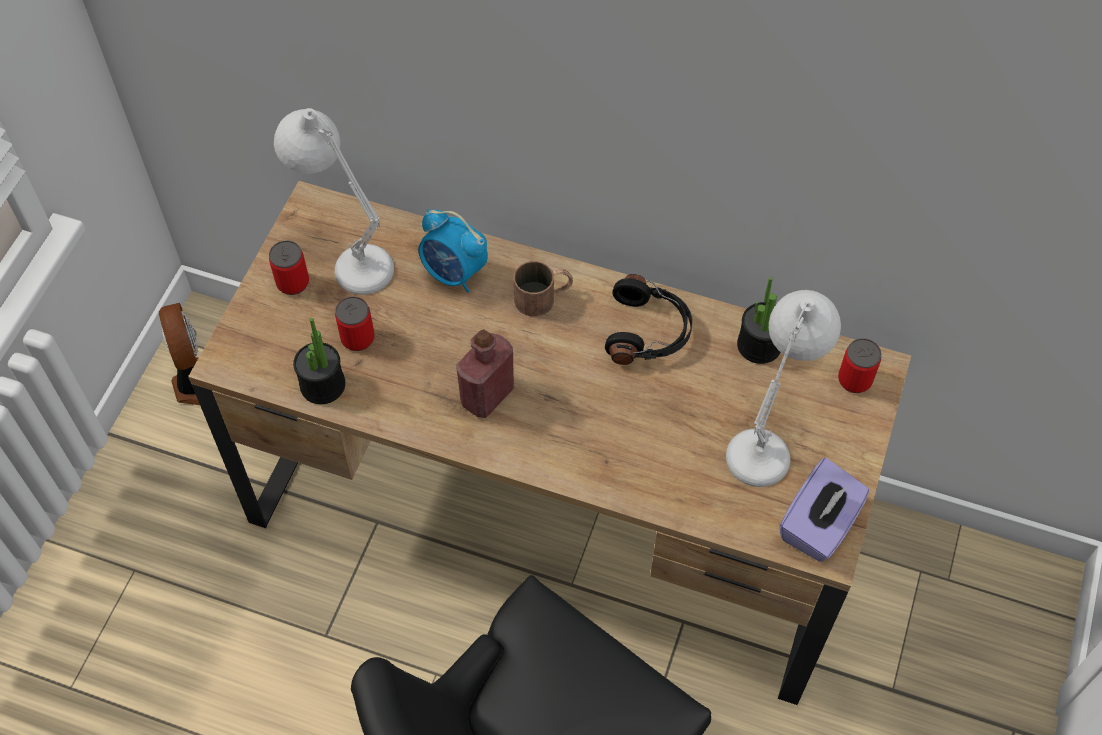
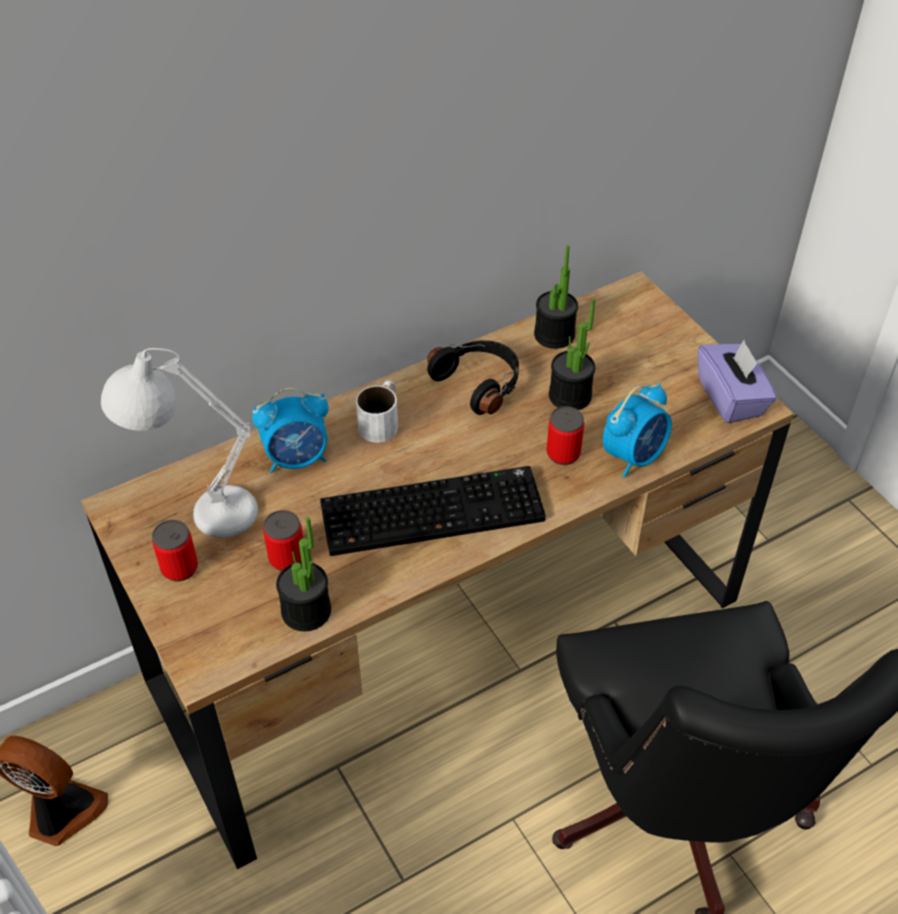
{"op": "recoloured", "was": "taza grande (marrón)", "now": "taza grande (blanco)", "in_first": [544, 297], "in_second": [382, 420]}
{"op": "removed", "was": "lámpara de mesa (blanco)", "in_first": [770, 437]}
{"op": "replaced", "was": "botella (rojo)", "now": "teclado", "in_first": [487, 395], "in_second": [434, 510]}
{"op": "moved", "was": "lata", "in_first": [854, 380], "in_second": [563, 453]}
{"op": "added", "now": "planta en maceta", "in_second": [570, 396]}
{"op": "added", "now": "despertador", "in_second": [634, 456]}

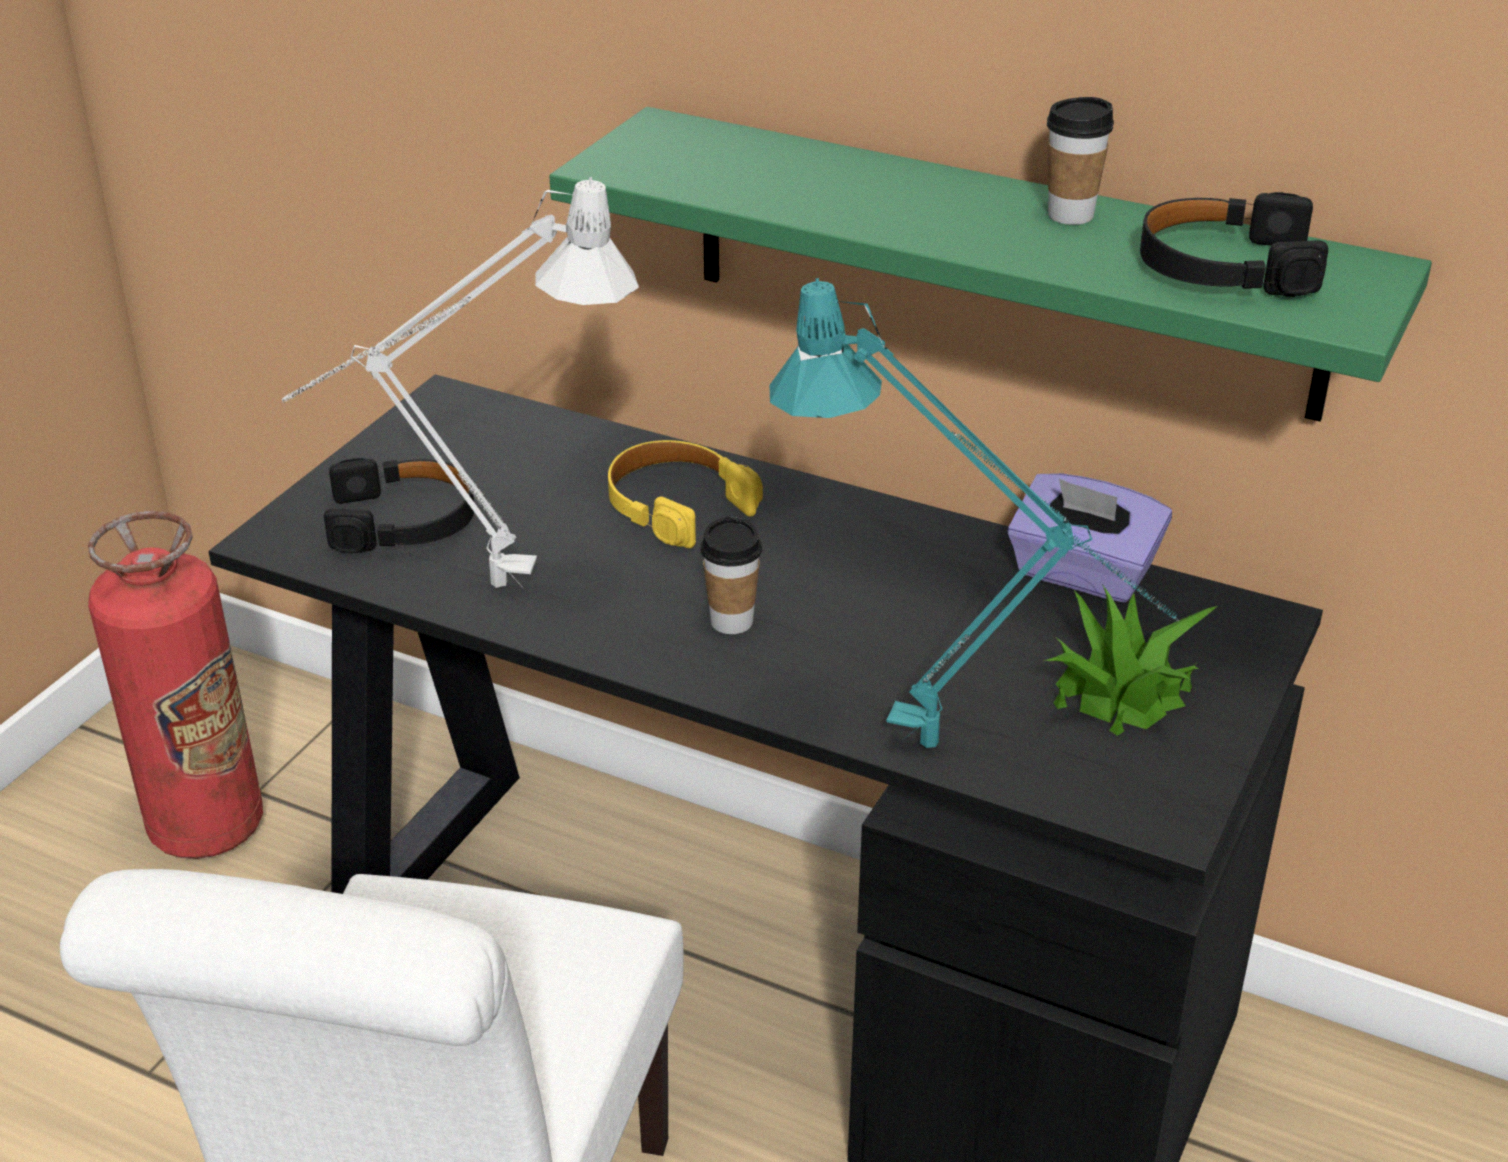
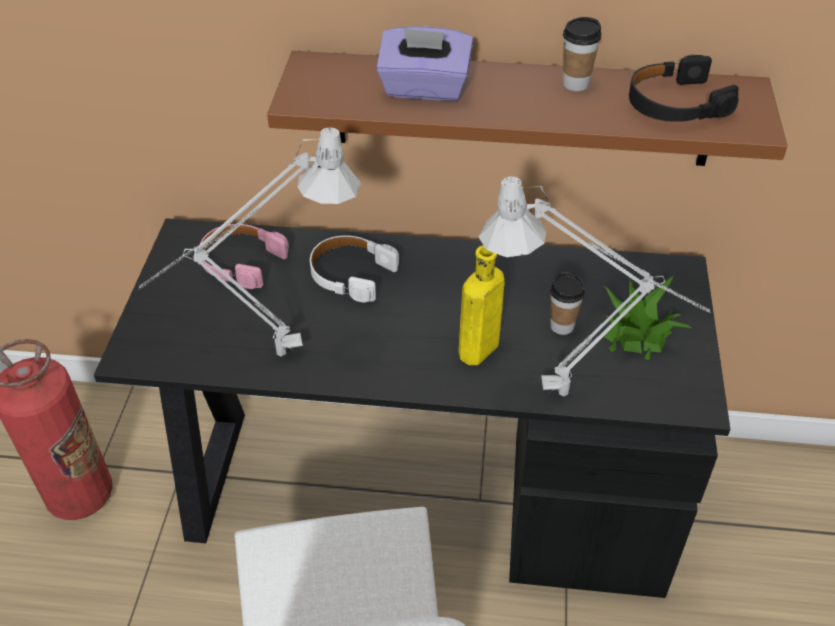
{"op": "recoloured", "was": "estante (verde)", "now": "estante (marrón)", "in_first": [1002, 262], "in_second": [521, 109]}
{"op": "recoloured", "was": "lámpara de mesa (turquesa)", "now": "lámpara de mesa (gris)", "in_first": [954, 754], "in_second": [577, 395]}
{"op": "recoloured", "was": "auriculares (amarillo)", "now": "auriculares (blanco)", "in_first": [676, 505], "in_second": [351, 274]}
{"op": "removed", "was": "auriculares (negro)", "in_first": [403, 521]}
{"op": "moved", "was": "caja de pañuelos (morado)", "in_first": [1082, 574], "in_second": [424, 89]}
{"op": "moved", "was": "taza", "in_first": [731, 621], "in_second": [562, 326]}
{"op": "added", "now": "auriculares (rosa)", "in_second": [241, 262]}
{"op": "added", "now": "botella (amarillo)", "in_second": [476, 351]}

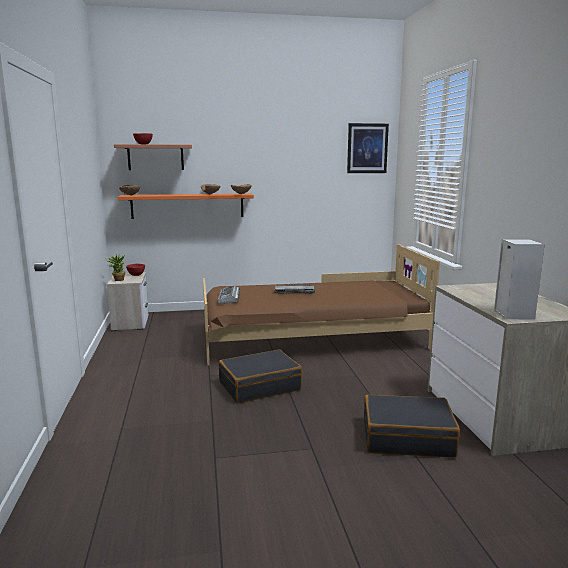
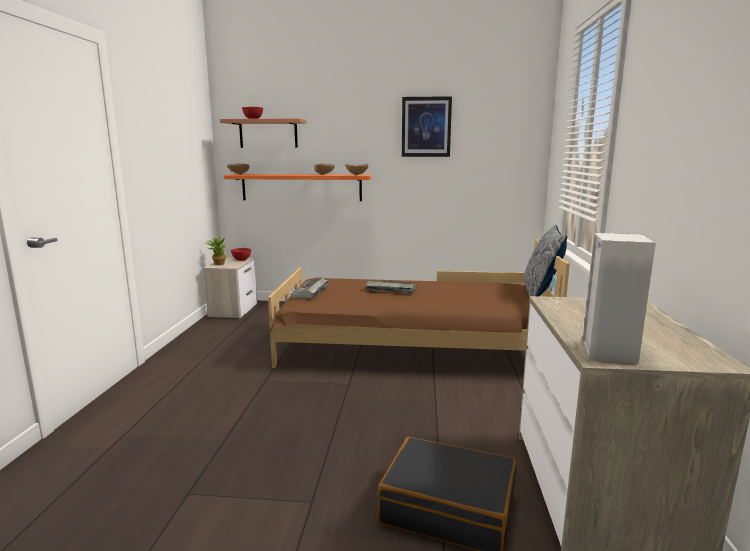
{"op": "moved", "was": "cuadro", "in_first": [367, 148], "in_second": [426, 127]}
{"op": "removed", "was": "maleta (negro)", "in_first": [259, 386]}
{"op": "added", "now": "cojín", "in_second": [541, 294]}

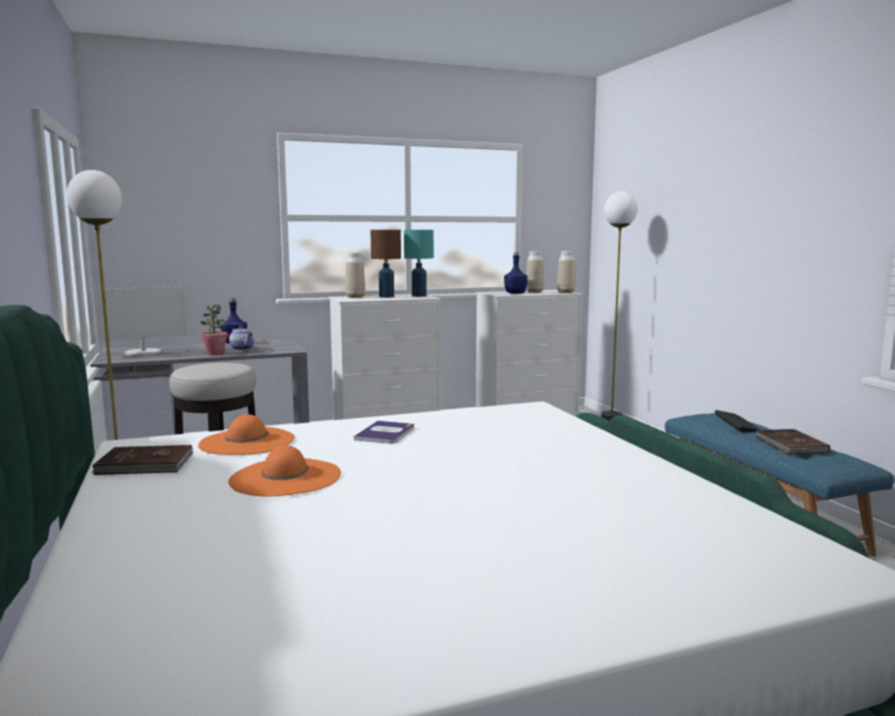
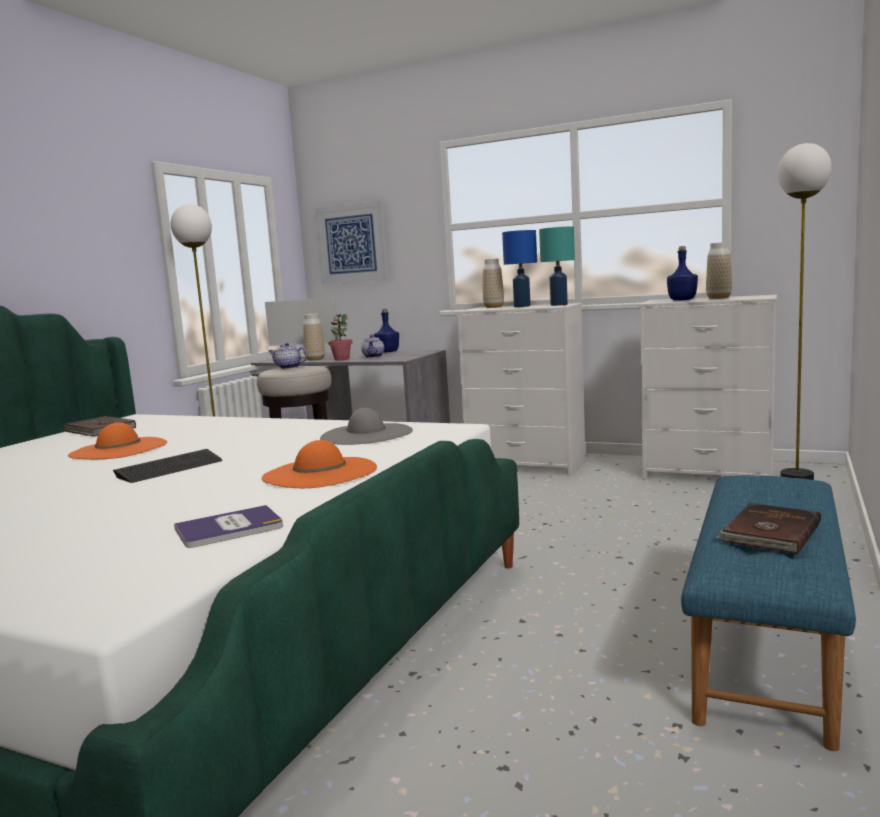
{"op": "recoloured", "was": "lámpara de mesa (marrón)", "now": "lámpara de mesa (azul)", "in_first": [386, 297], "in_second": [521, 306]}
{"op": "moved", "was": "florero", "in_first": [565, 292], "in_second": [315, 359]}
{"op": "moved", "was": "teclado", "in_first": [738, 423], "in_second": [170, 468]}
{"op": "moved", "was": "sombrero (naranja)", "in_first": [247, 442], "in_second": [320, 473]}
{"op": "moved", "was": "libro", "in_first": [385, 433], "in_second": [229, 528]}
{"op": "added", "now": "cuadro", "in_second": [351, 244]}
{"op": "added", "now": "tetera", "in_second": [288, 367]}
{"op": "added", "now": "sombrero (gris)", "in_second": [366, 434]}

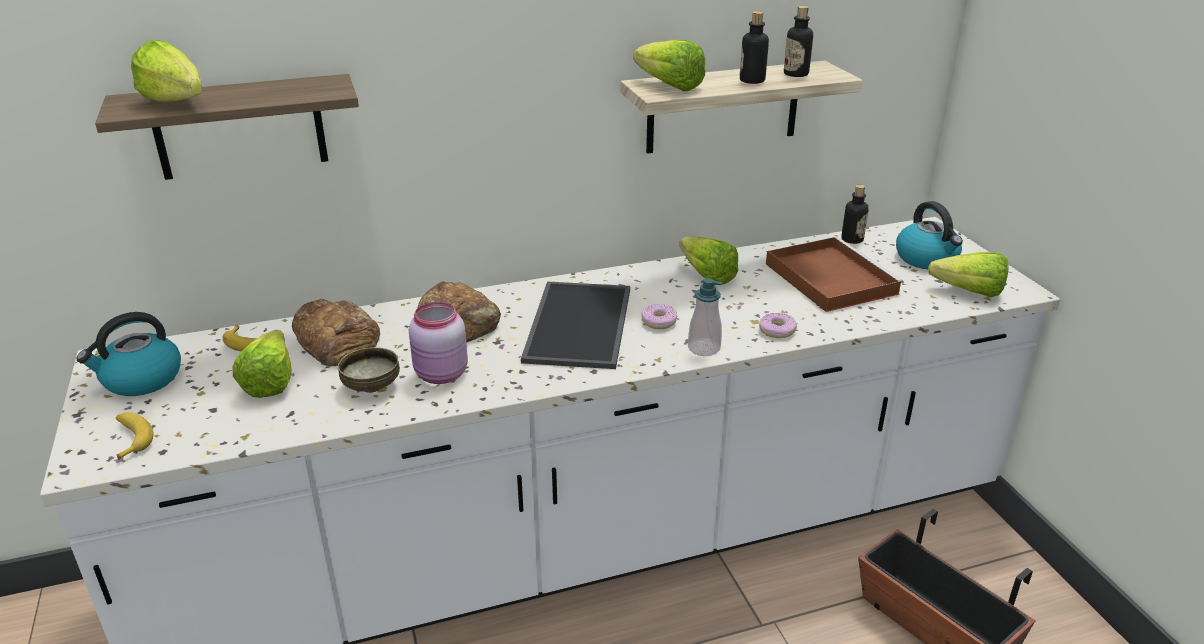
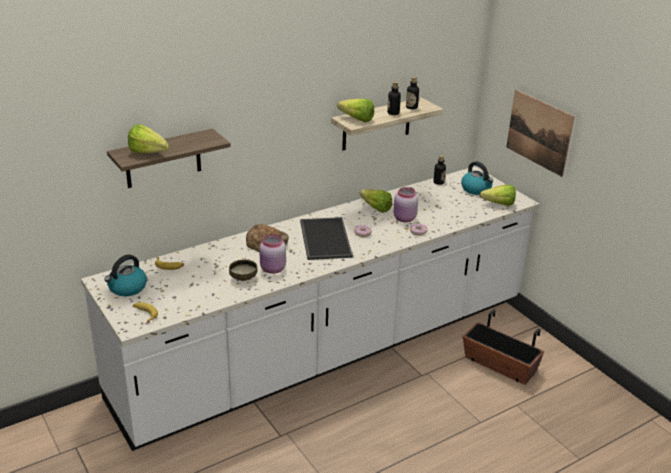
{"op": "removed", "was": "bandeja (marrón)", "in_first": [828, 277]}
{"op": "removed", "was": "dispensador de jabón", "in_first": [704, 348]}
{"op": "removed", "was": "pan", "in_first": [336, 341]}
{"op": "removed", "was": "lechuga", "in_first": [274, 378]}
{"op": "added", "now": "cuadro", "in_second": [539, 132]}
{"op": "added", "now": "tarro (rosa)", "in_second": [404, 219]}

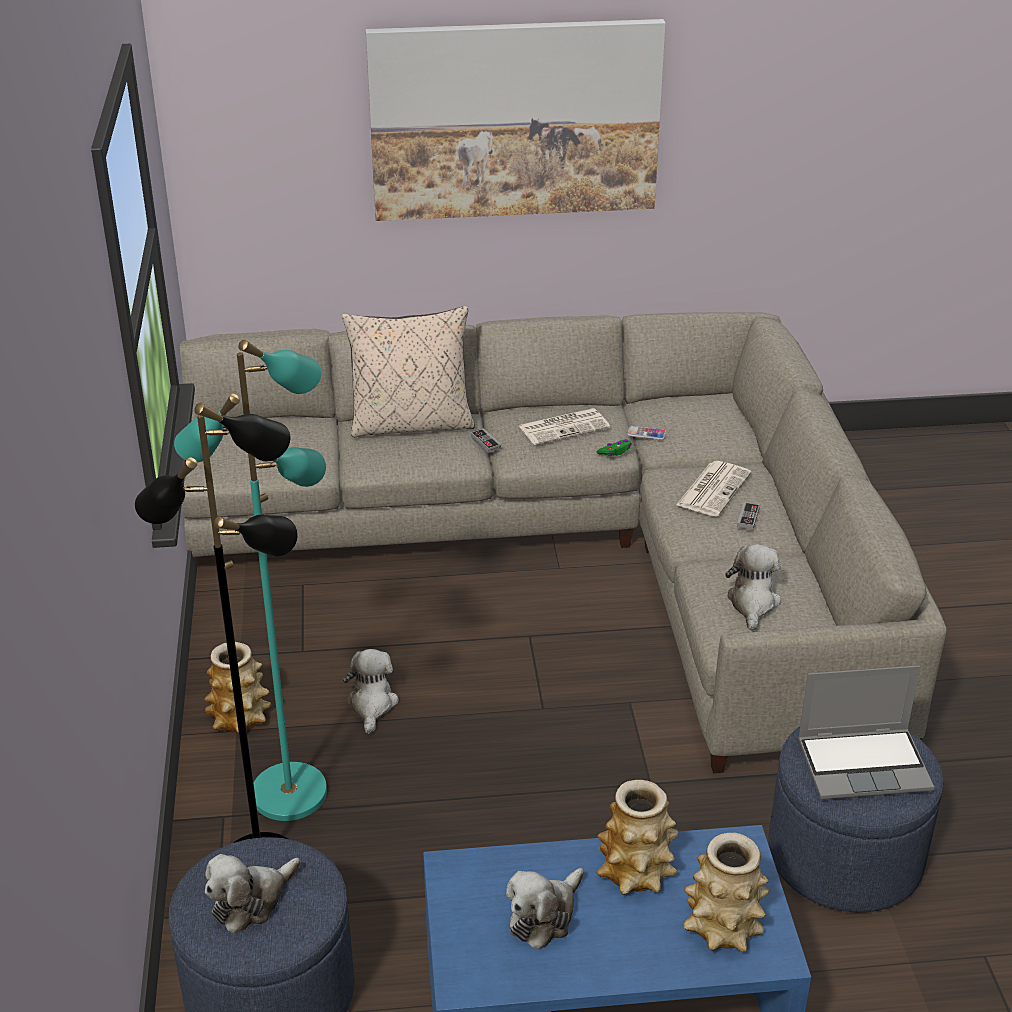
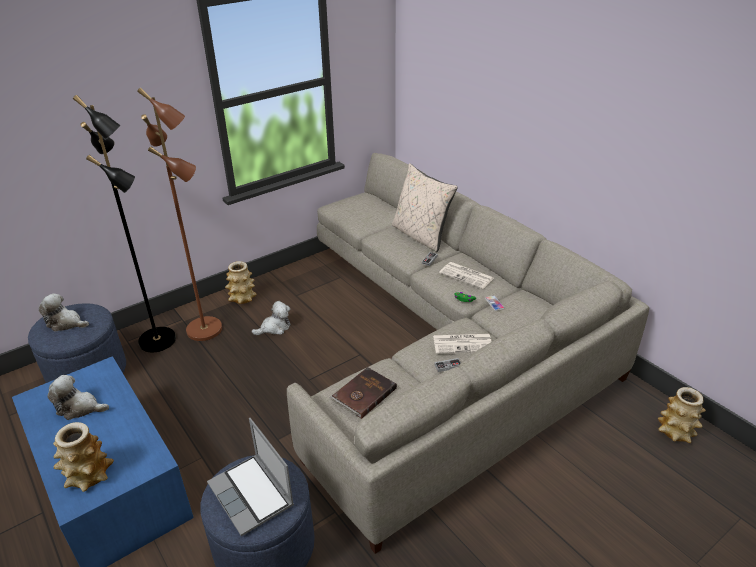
{"op": "removed", "was": "cuadro", "in_first": [515, 120]}
{"op": "recoloured", "was": "lámpara de pie (turquesa)", "now": "lámpara de pie (marrón)", "in_first": [289, 791], "in_second": [205, 329]}
{"op": "replaced", "was": "peluche", "now": "libro (marrón)", "in_first": [753, 603], "in_second": [363, 394]}
{"op": "moved", "was": "florero", "in_first": [635, 873], "in_second": [675, 432]}

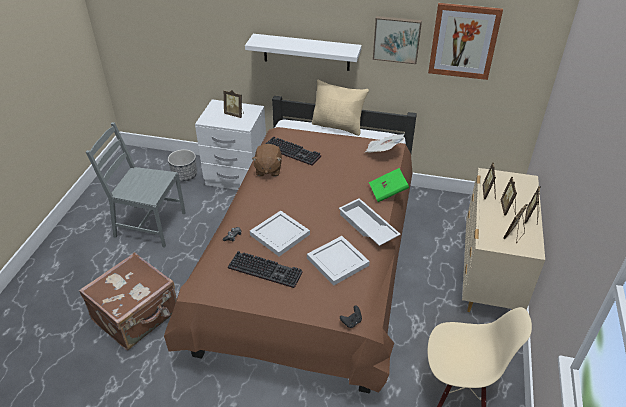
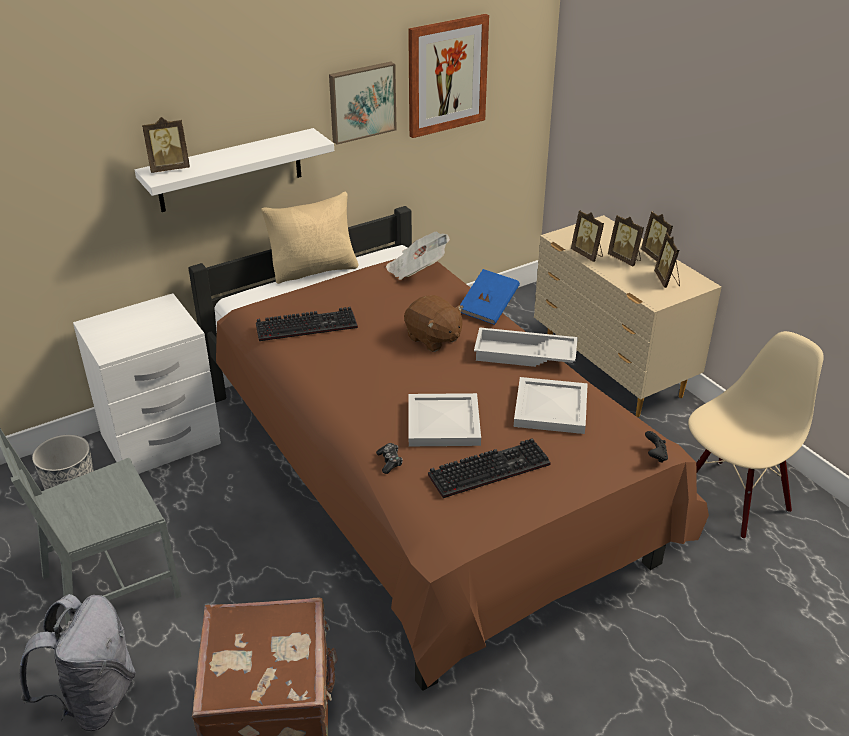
{"op": "moved", "was": "portarretratos", "in_first": [235, 114], "in_second": [169, 168]}
{"op": "moved", "was": "peluche (marrón)", "in_first": [268, 169], "in_second": [433, 339]}
{"op": "recoloured", "was": "libro (verde)", "now": "libro (azul)", "in_first": [388, 192], "in_second": [488, 308]}
{"op": "added", "now": "mochila (gris)", "in_second": [94, 700]}

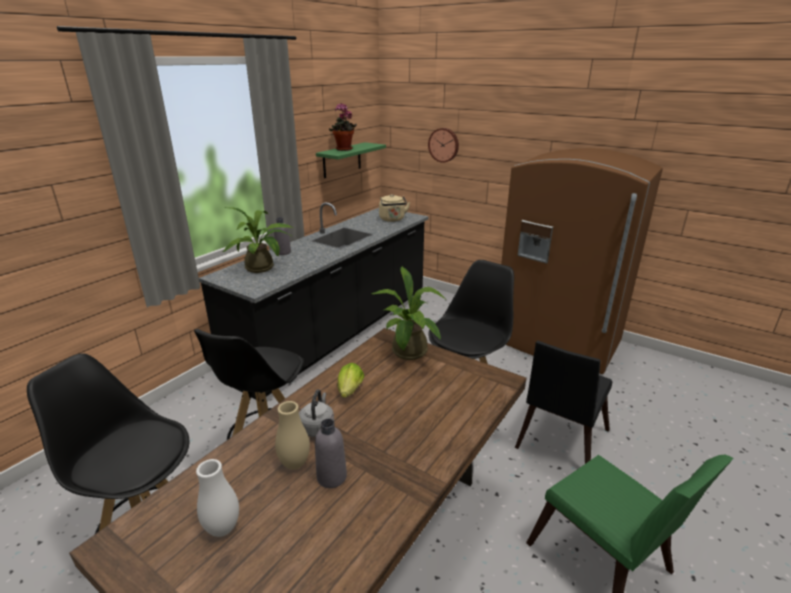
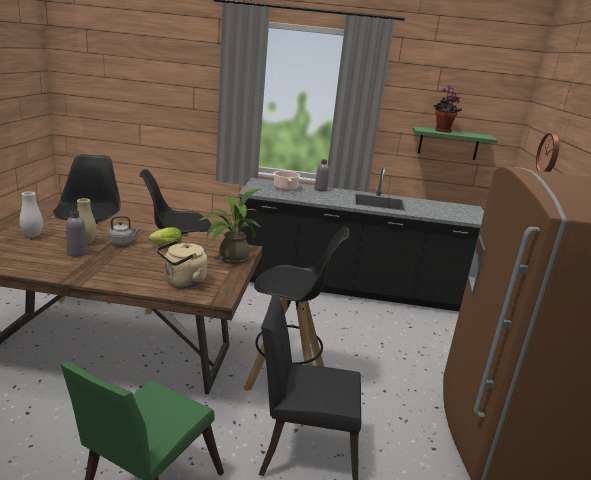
{"op": "moved", "was": "hervidor (beis)", "in_first": [392, 219], "in_second": [183, 282]}
{"op": "replaced", "was": "planta en maceta", "now": "olla", "in_first": [263, 268], "in_second": [285, 188]}

